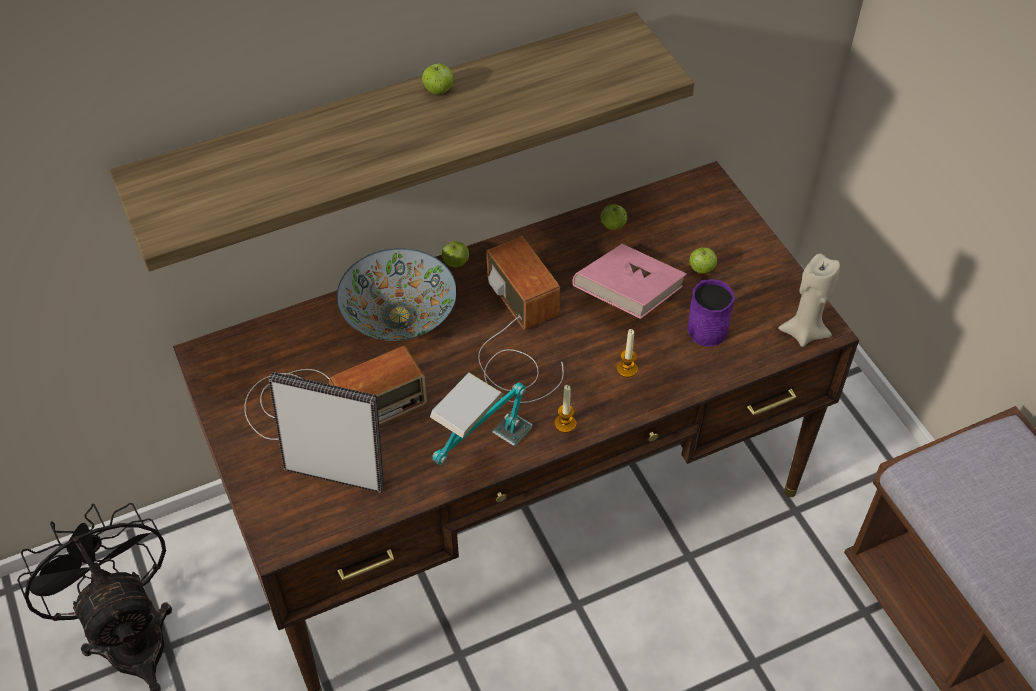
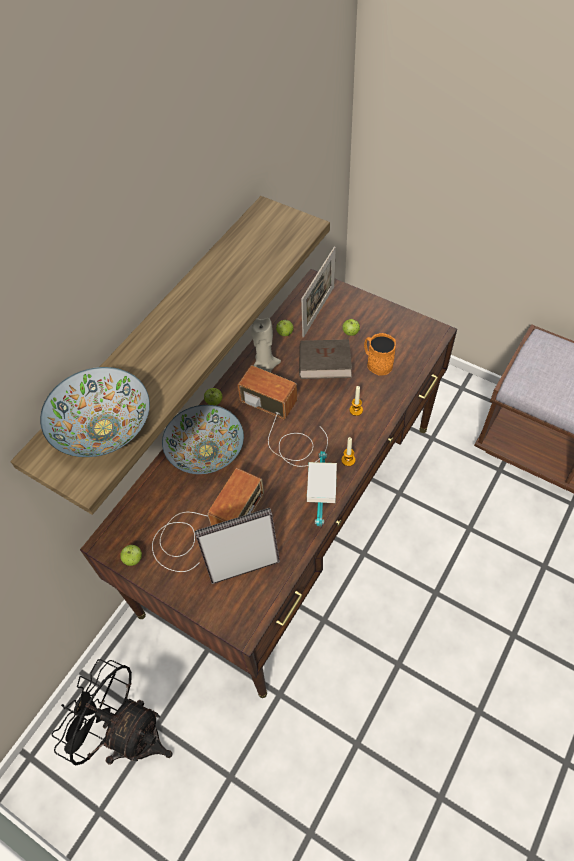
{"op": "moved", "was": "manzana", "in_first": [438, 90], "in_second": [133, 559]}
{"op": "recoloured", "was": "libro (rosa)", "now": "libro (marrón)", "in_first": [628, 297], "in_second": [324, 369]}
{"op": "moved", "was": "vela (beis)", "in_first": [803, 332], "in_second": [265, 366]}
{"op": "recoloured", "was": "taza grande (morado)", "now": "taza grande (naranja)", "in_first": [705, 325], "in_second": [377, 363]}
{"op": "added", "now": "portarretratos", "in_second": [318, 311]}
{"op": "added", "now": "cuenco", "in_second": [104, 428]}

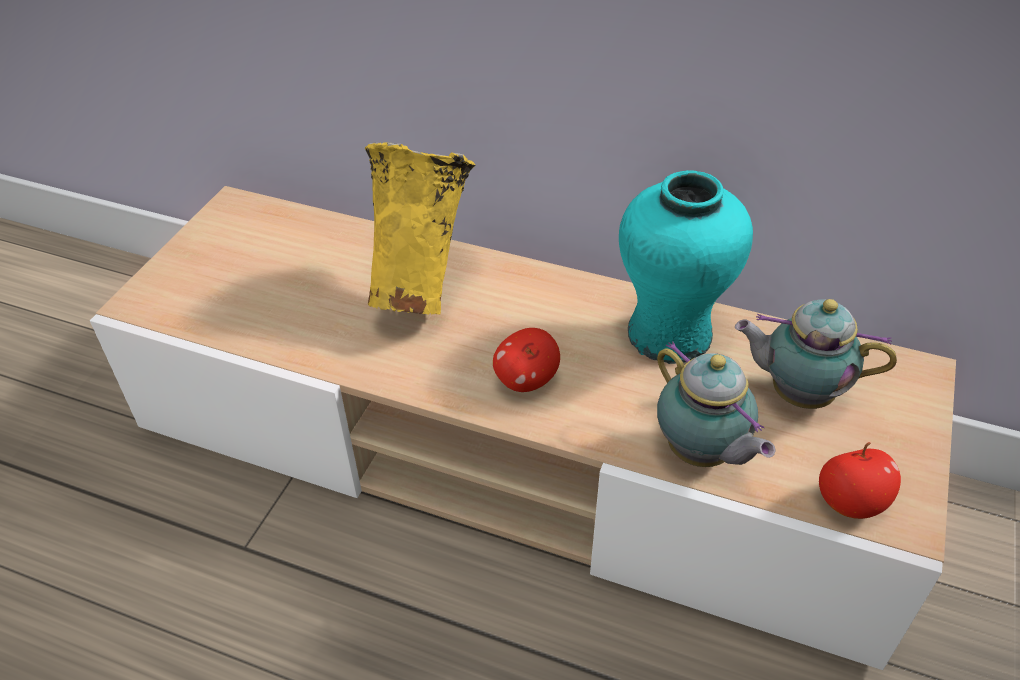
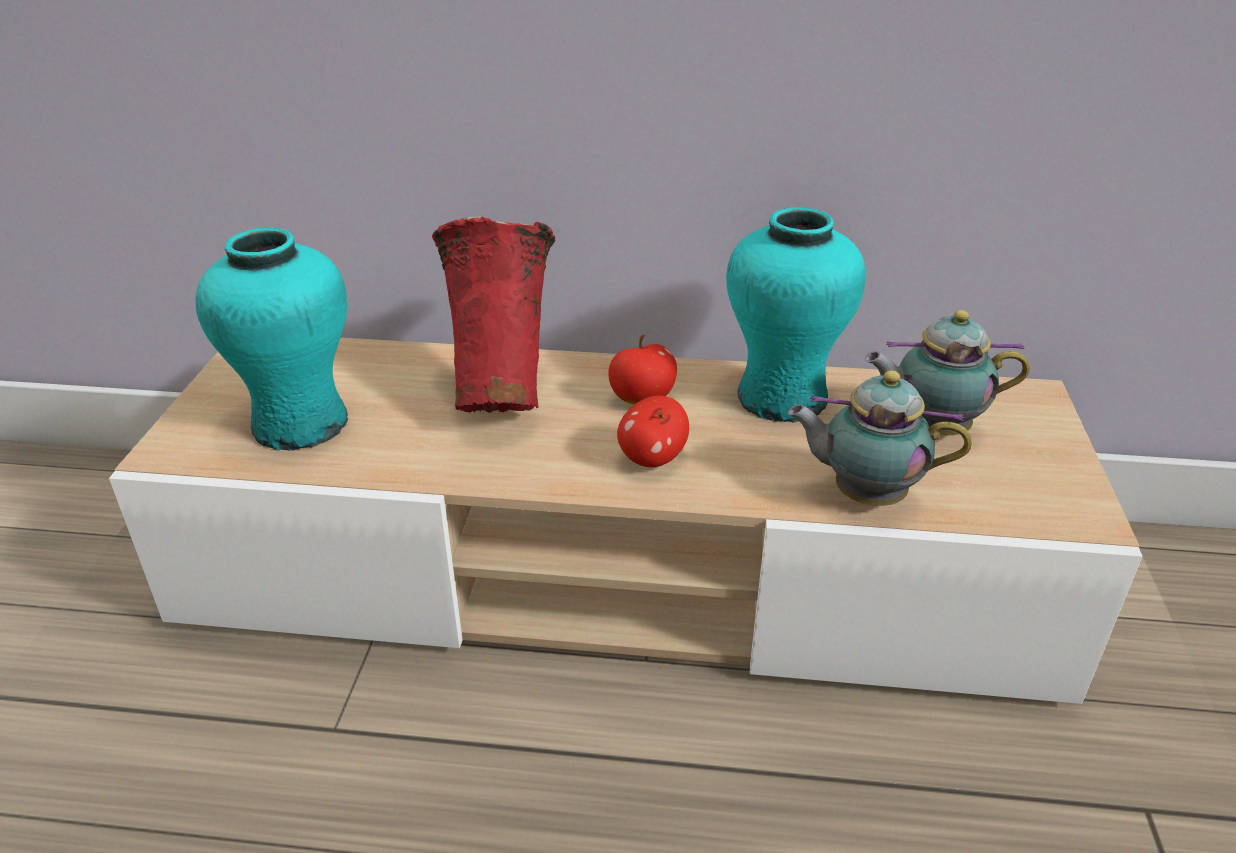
{"op": "recoloured", "was": "florero (amarillo)", "now": "florero (rojo)", "in_first": [422, 287], "in_second": [502, 393]}
{"op": "turned", "was": "tetera", "in_first": [701, 454], "in_second": [863, 494], "clockwise": 150}
{"op": "moved", "was": "manzana", "in_first": [850, 502], "in_second": [642, 399]}
{"op": "added", "now": "florero (turquesa)", "in_second": [299, 423]}

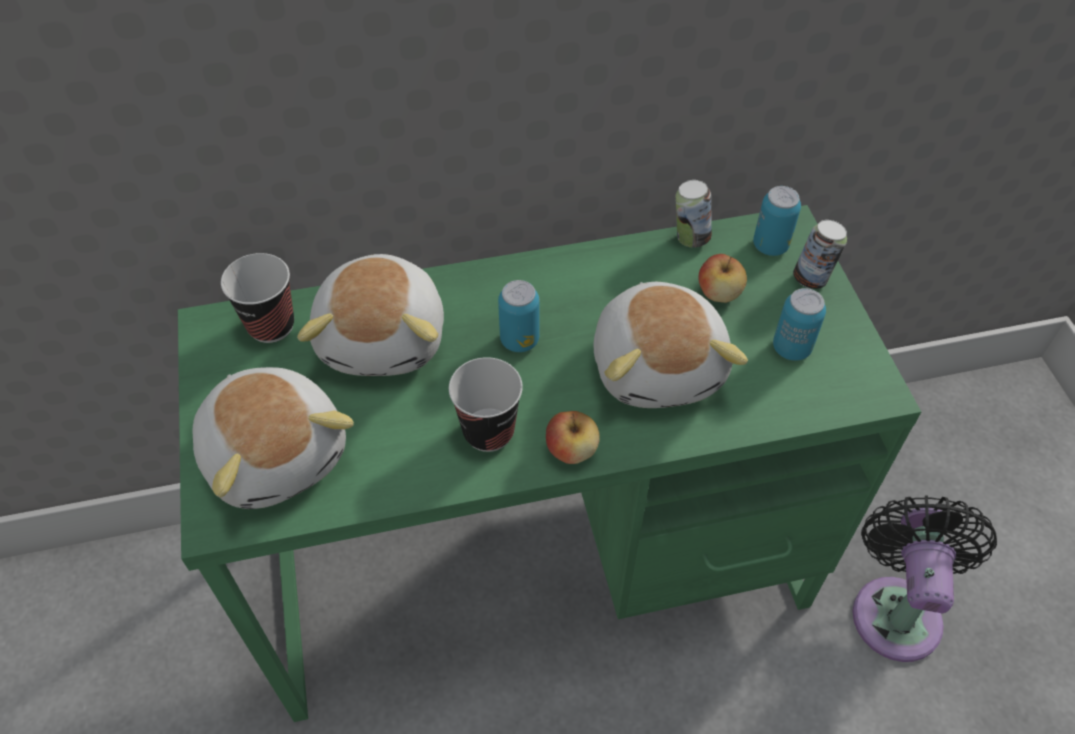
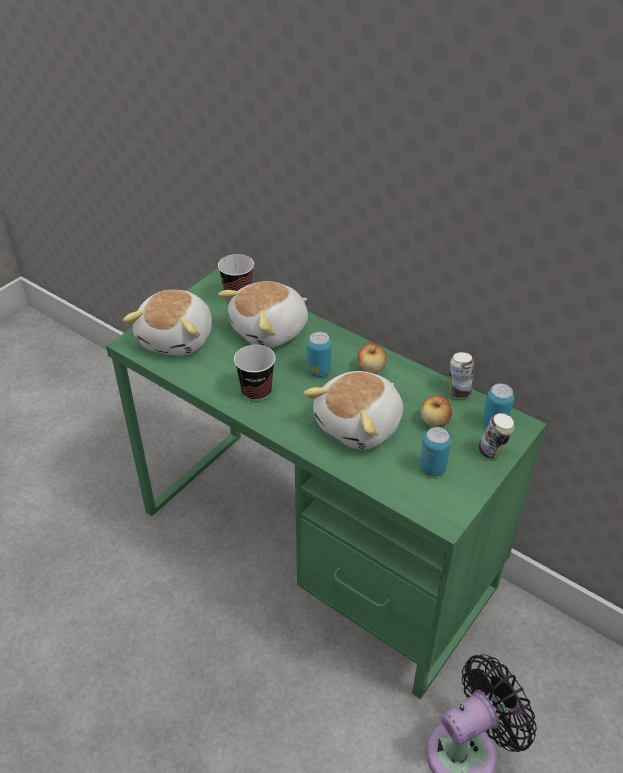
{"op": "moved", "was": "manzana", "in_first": [571, 450], "in_second": [371, 368]}

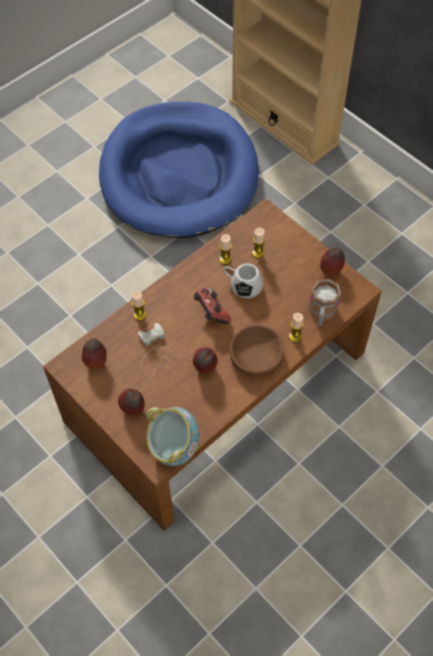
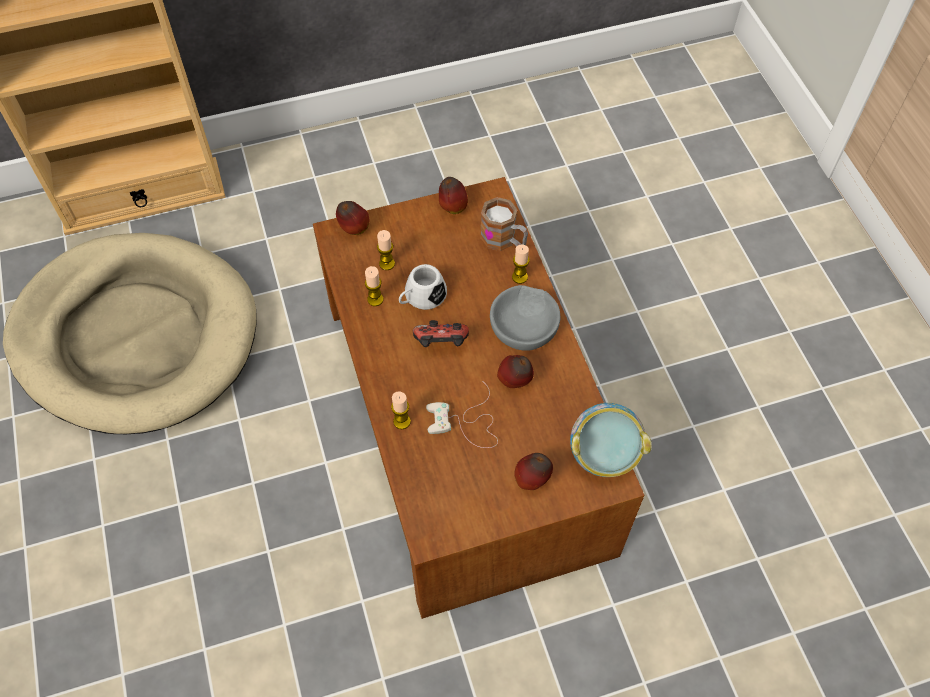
{"op": "recoloured", "was": "cama para perro (azul)", "now": "cama para perro (beis)", "in_first": [179, 174], "in_second": [136, 336]}
{"op": "recoloured", "was": "cuenco (marrón)", "now": "cuenco (gris)", "in_first": [256, 355], "in_second": [524, 323]}
{"op": "moved", "was": "manzana", "in_first": [96, 362], "in_second": [354, 229]}

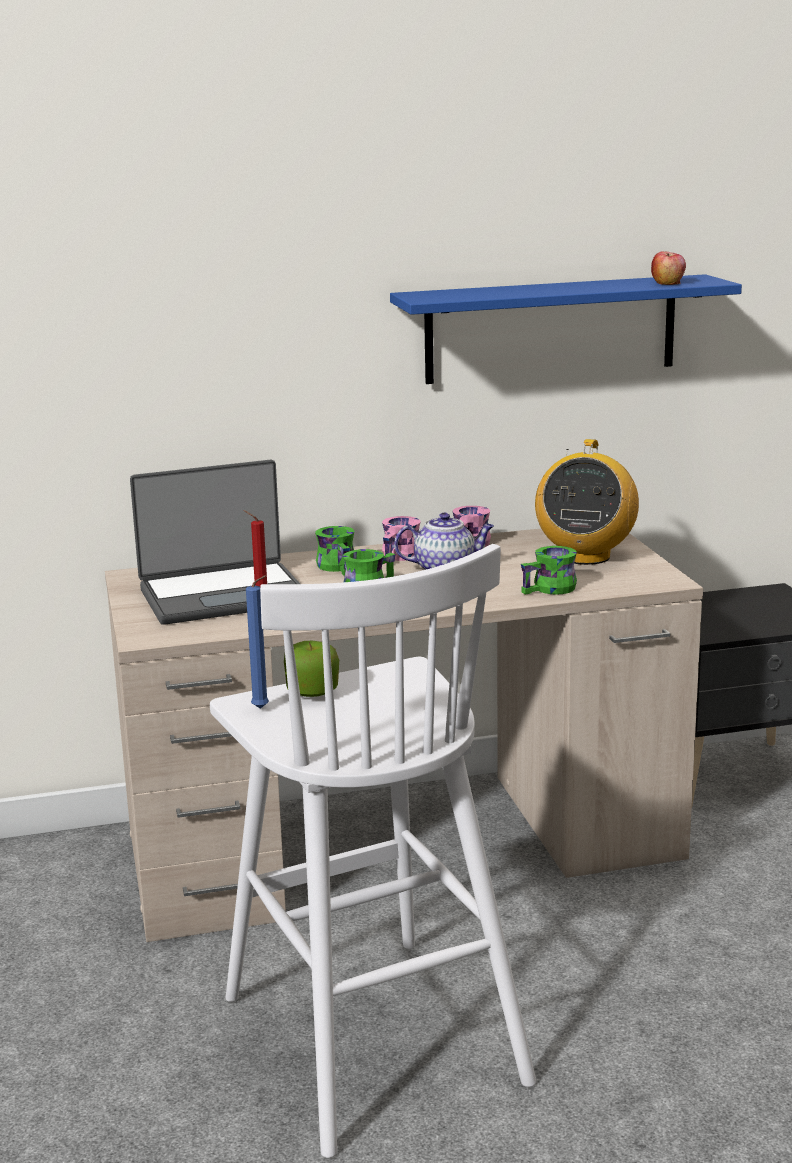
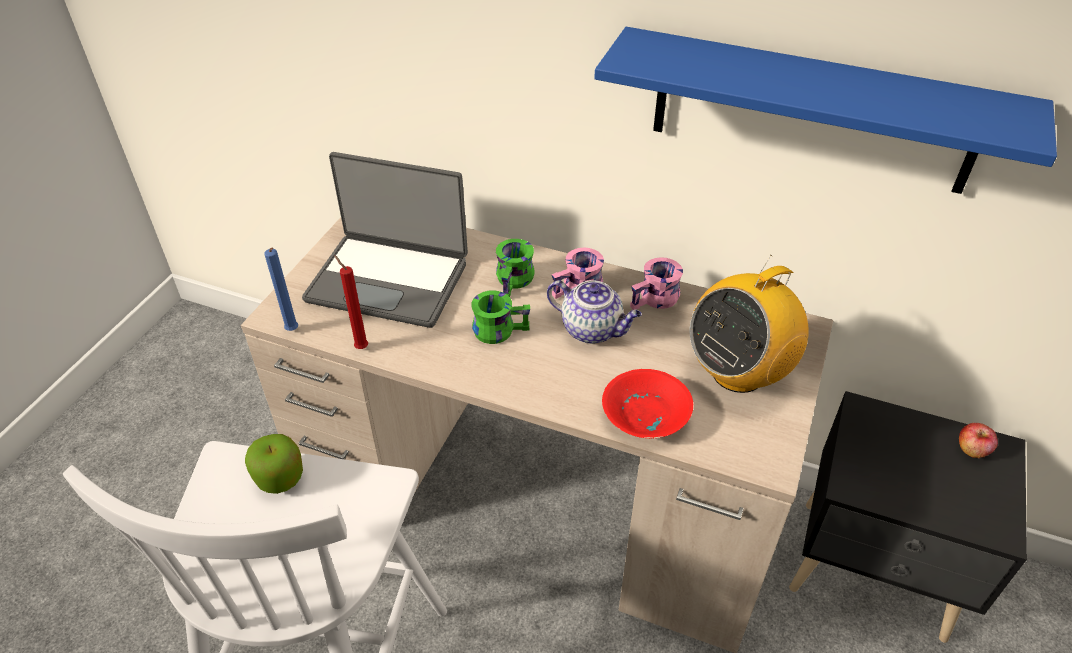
{"op": "moved", "was": "manzana", "in_first": [668, 283], "in_second": [972, 450]}
{"op": "replaced", "was": "taza grande (verde)", "now": "cuenco (rojo)", "in_first": [551, 590], "in_second": [644, 417]}
{"op": "moved", "was": "vela (azul)", "in_first": [263, 709], "in_second": [293, 331]}

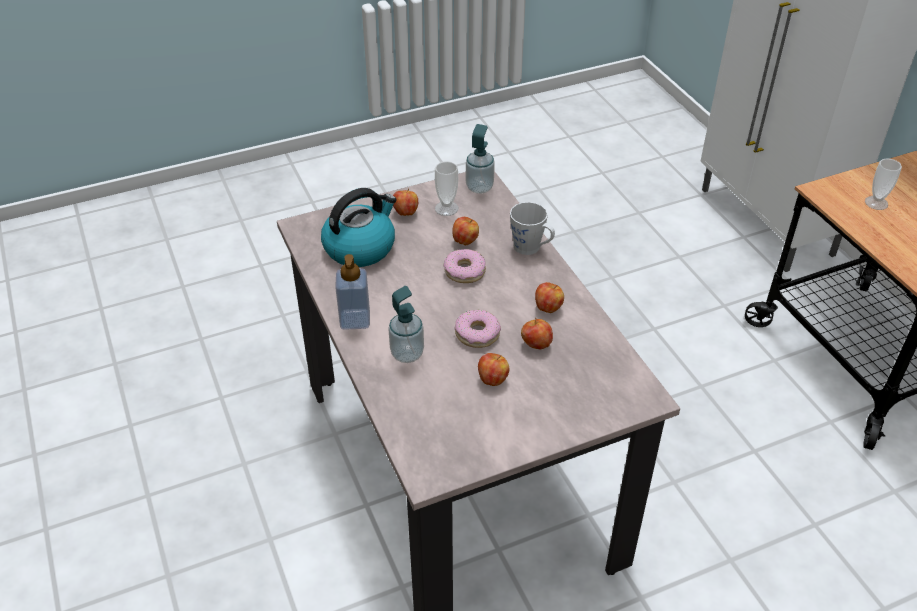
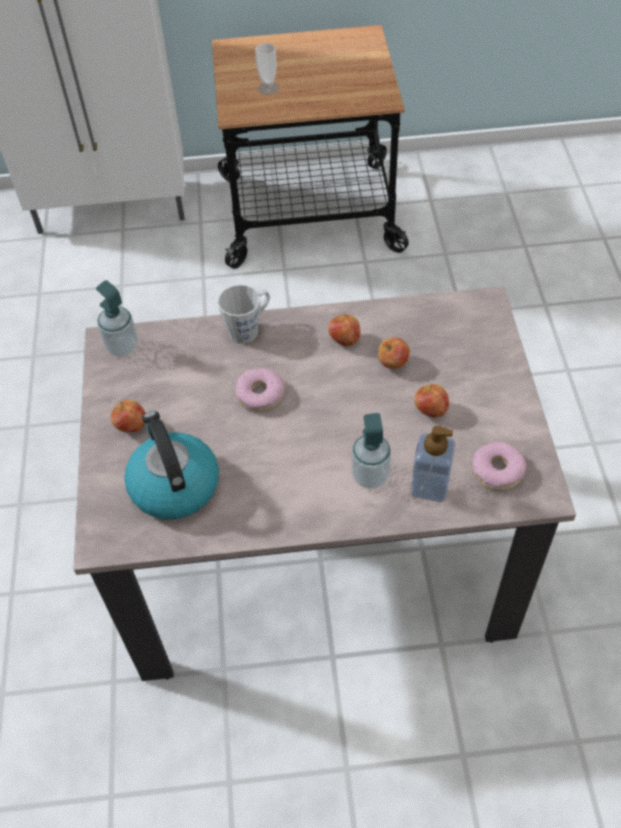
{"op": "removed", "was": "taza", "in_first": [446, 208]}
{"op": "removed", "was": "manzana", "in_first": [465, 241]}
{"op": "moved", "was": "dispensador de jabón", "in_first": [355, 320], "in_second": [430, 486]}
{"op": "moved", "was": "rosquilla", "in_first": [477, 334], "in_second": [497, 471]}

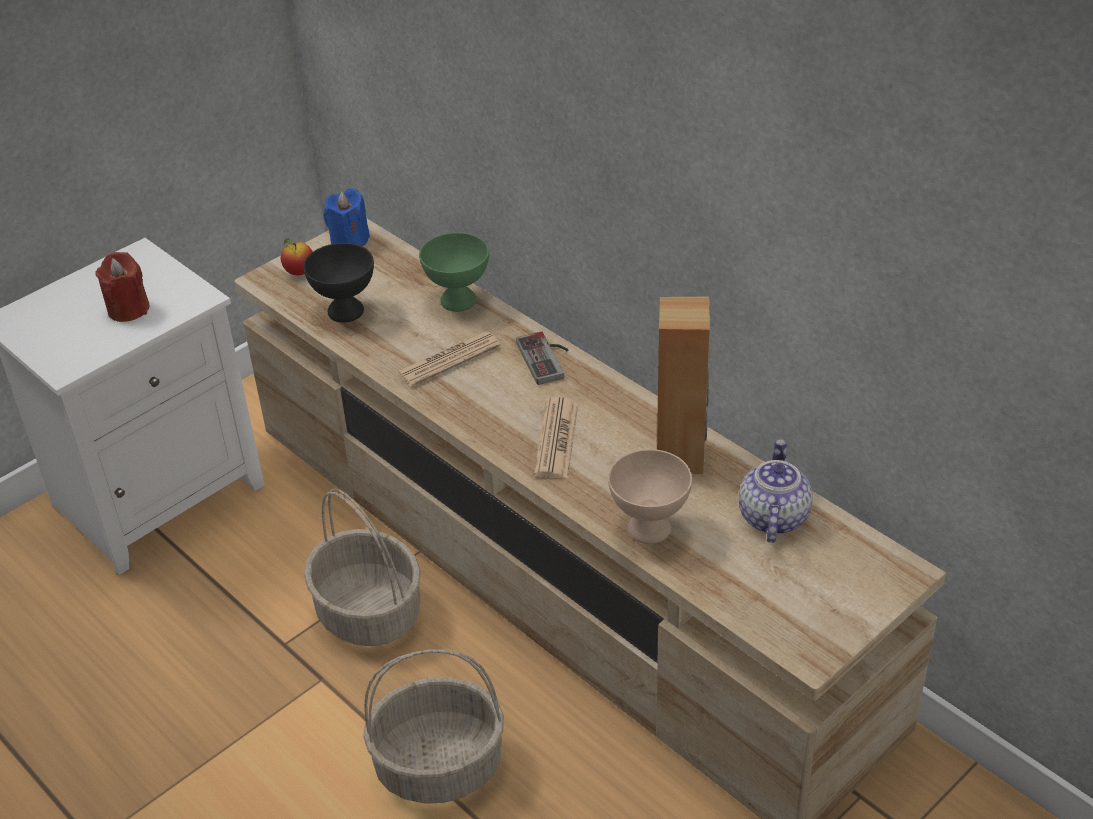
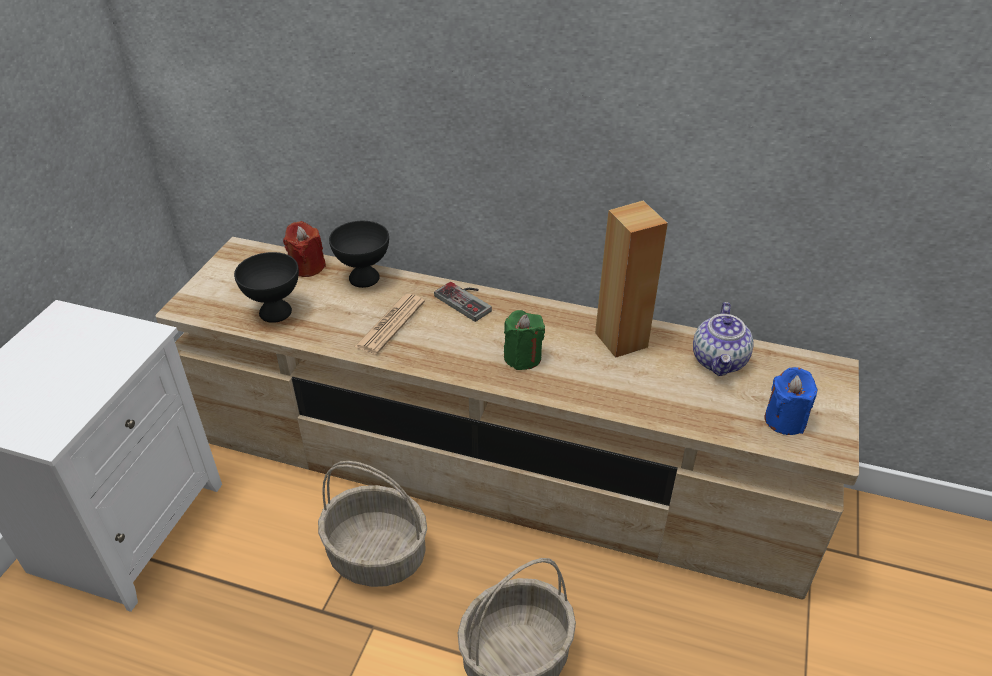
{"op": "moved", "was": "vela (azul)", "in_first": [349, 240], "in_second": [785, 420]}
{"op": "recoloured", "was": "cuenco (verde)", "now": "cuenco (negro)", "in_first": [459, 301], "in_second": [365, 278]}
{"op": "removed", "was": "manzana", "in_first": [299, 272]}
{"op": "moved", "was": "vela (rojo)", "in_first": [128, 309], "in_second": [307, 267]}
{"op": "replaced", "was": "periódico", "now": "vela (verde)", "in_first": [556, 439], "in_second": [522, 357]}
{"op": "turned", "was": "tetera", "in_first": [772, 516], "in_second": [720, 361], "clockwise": -150}
{"op": "removed", "was": "cuenco (beis)", "in_first": [650, 529]}

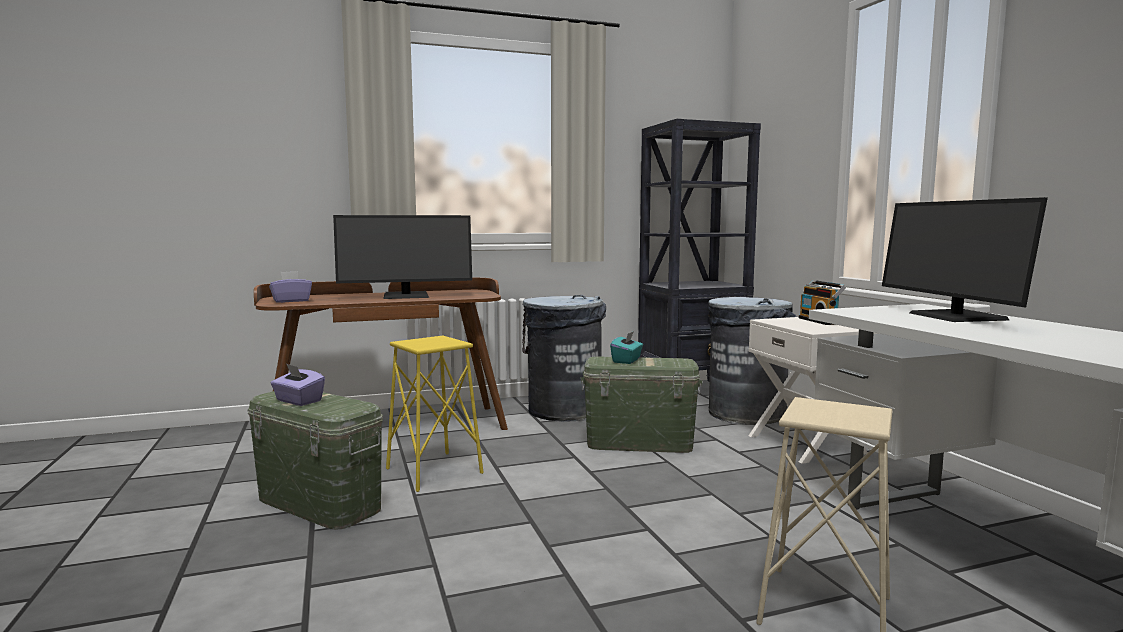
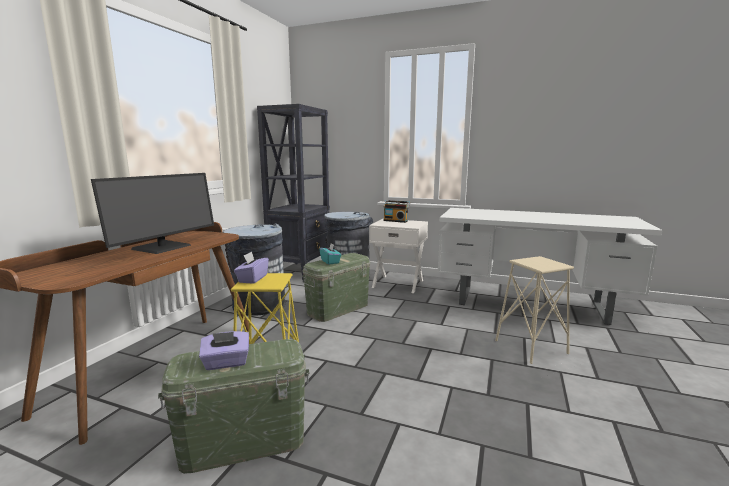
{"op": "removed", "was": "monitor", "in_first": [955, 316]}
{"op": "moved", "was": "caja de pañuelos (morado)", "in_first": [291, 301], "in_second": [252, 279]}

